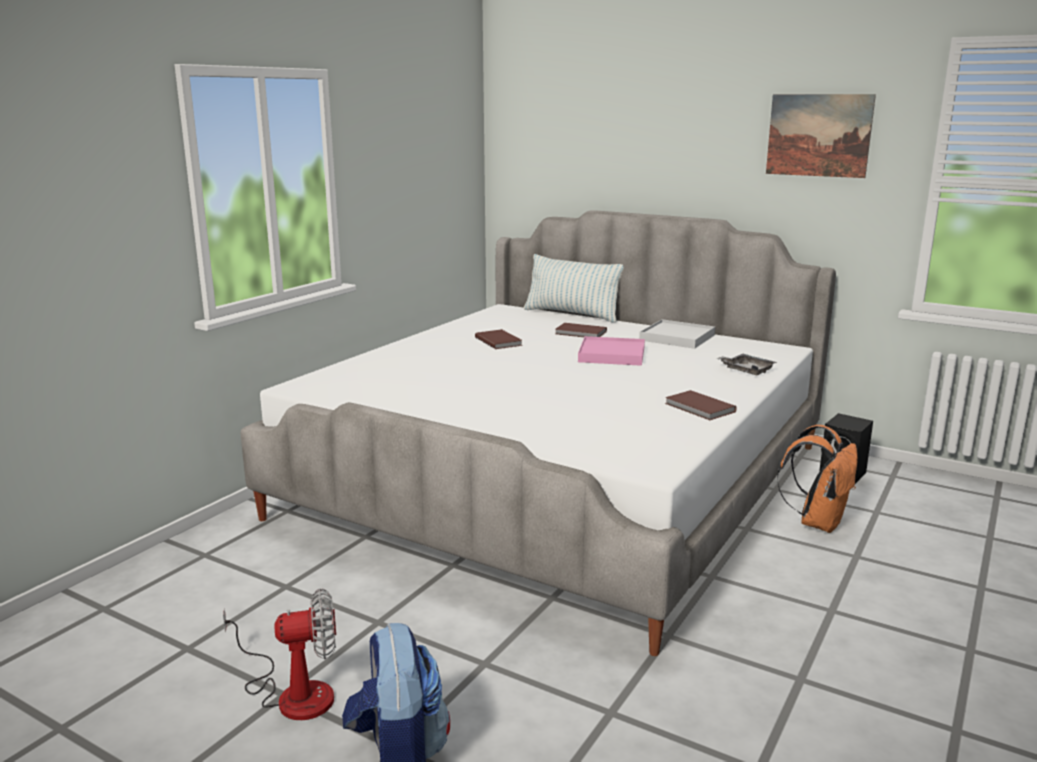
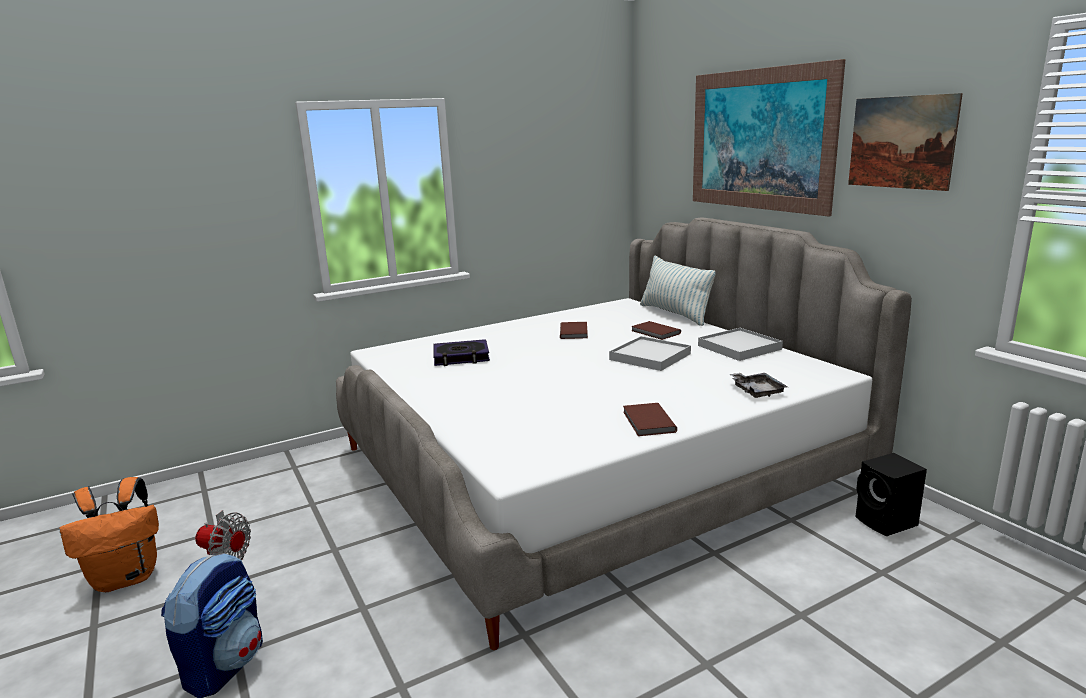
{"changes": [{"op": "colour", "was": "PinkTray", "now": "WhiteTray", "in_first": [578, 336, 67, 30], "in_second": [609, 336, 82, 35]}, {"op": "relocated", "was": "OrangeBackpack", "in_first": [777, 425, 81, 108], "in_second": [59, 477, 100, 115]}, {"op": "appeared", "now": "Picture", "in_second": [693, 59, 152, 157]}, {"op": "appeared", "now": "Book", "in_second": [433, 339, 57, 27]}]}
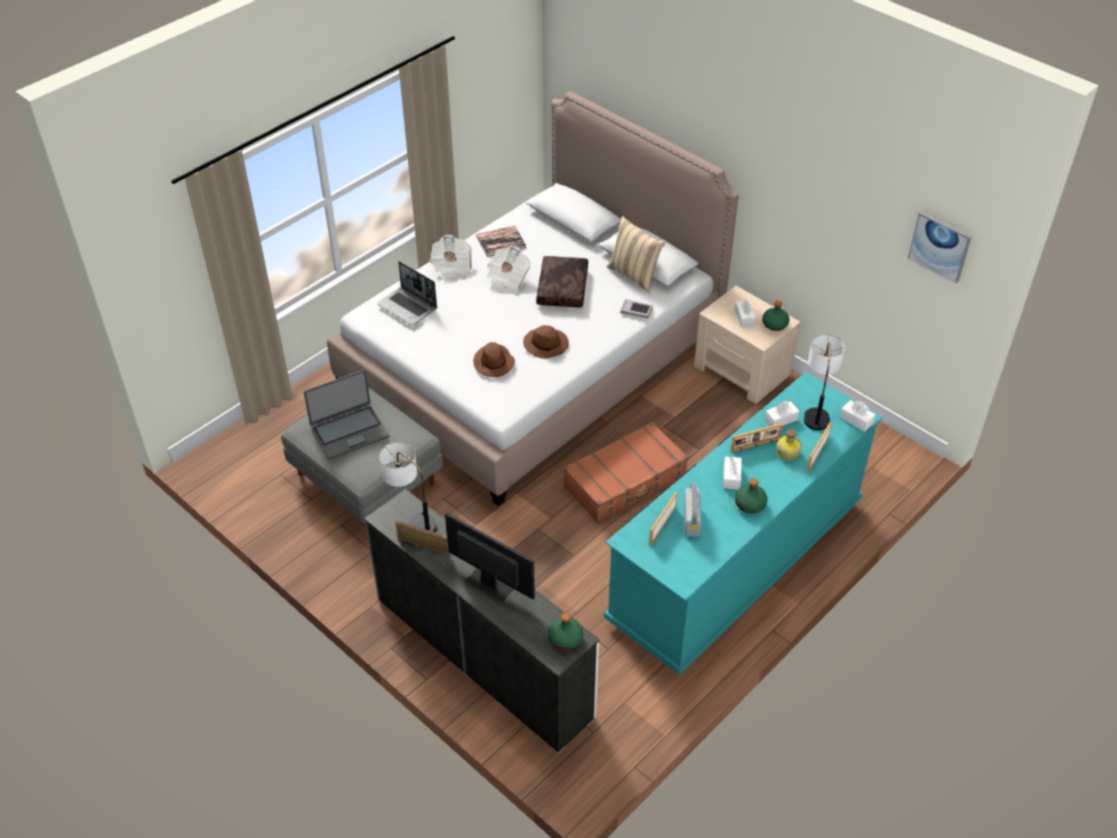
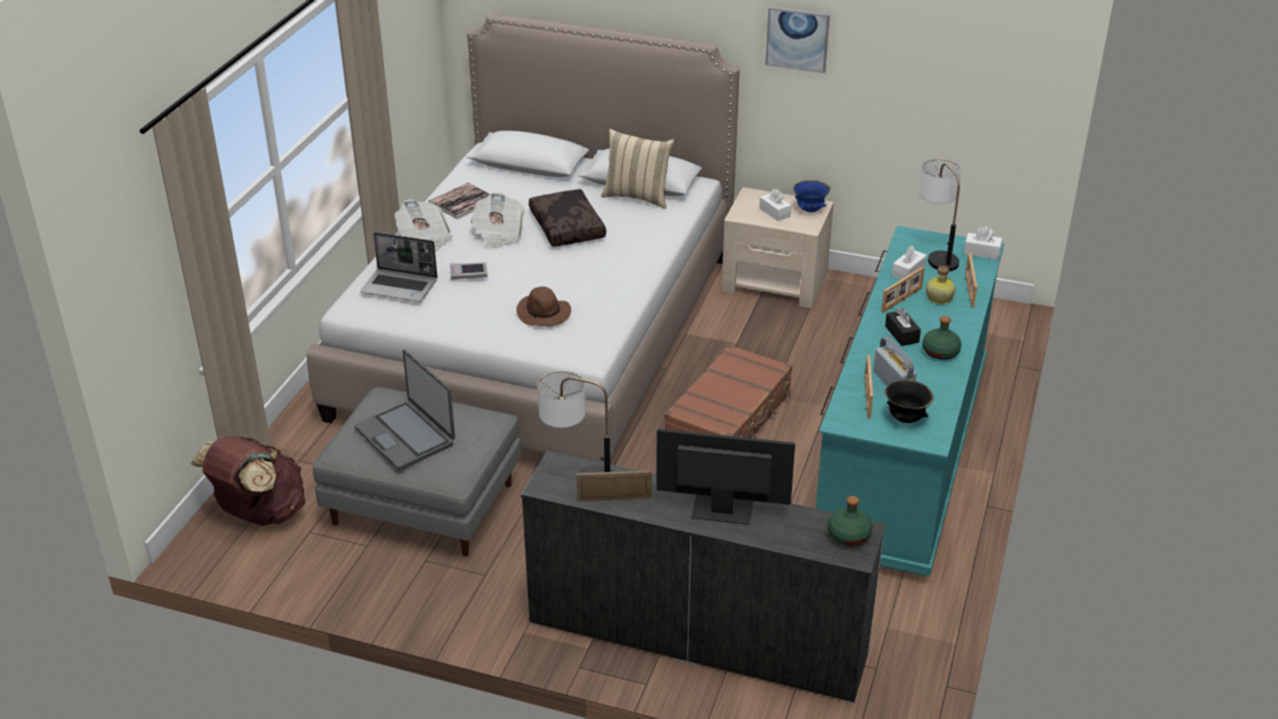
{"changes": [{"op": "relocated", "was": "Picture", "in_first": [908, 212, 64, 72], "in_second": [765, 6, 65, 67]}, {"op": "relocated", "was": "Book", "in_first": [620, 299, 33, 19], "in_second": [450, 262, 37, 18]}, {"op": "exchanged", "was": "GreenBottle", "now": "BlueBowl", "in_first": [762, 301, 28, 30], "in_second": [794, 180, 36, 32]}, {"op": "missing", "was": "BrownHat", "in_first": [523, 325, 46, 34]}, {"op": "spun", "was": "Laptop", "in_first": [304, 370, 85, 90], "in_second": [354, 349, 101, 121], "clockwise": 105}, {"op": "colour", "was": "WhiteTissueBox", "now": "BlackTissueBox", "in_first": [723, 456, 19, 33], "in_second": [885, 308, 36, 38]}, {"op": "appeared", "now": "BlackBowl", "in_second": [885, 380, 49, 43]}, {"op": "appeared", "now": "BrownBackpack", "in_second": [191, 436, 114, 90]}]}
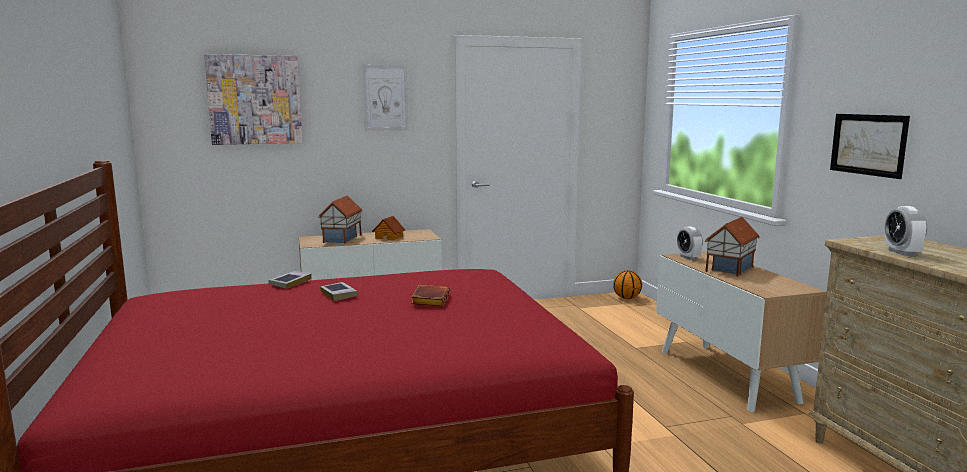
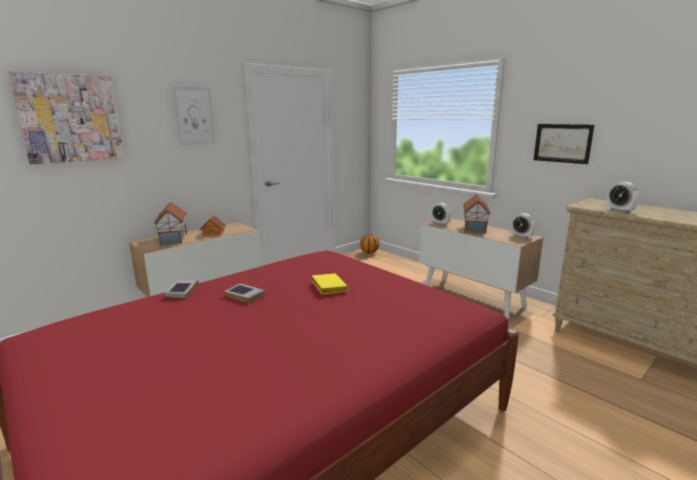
{"changes": [{"op": "colour", "was": "BrownBook", "now": "YellowBook", "in_first": [411, 285, 39, 22], "in_second": [312, 274, 36, 20]}, {"op": "appeared", "now": "AlarmClock", "in_second": [511, 213, 24, 26]}]}
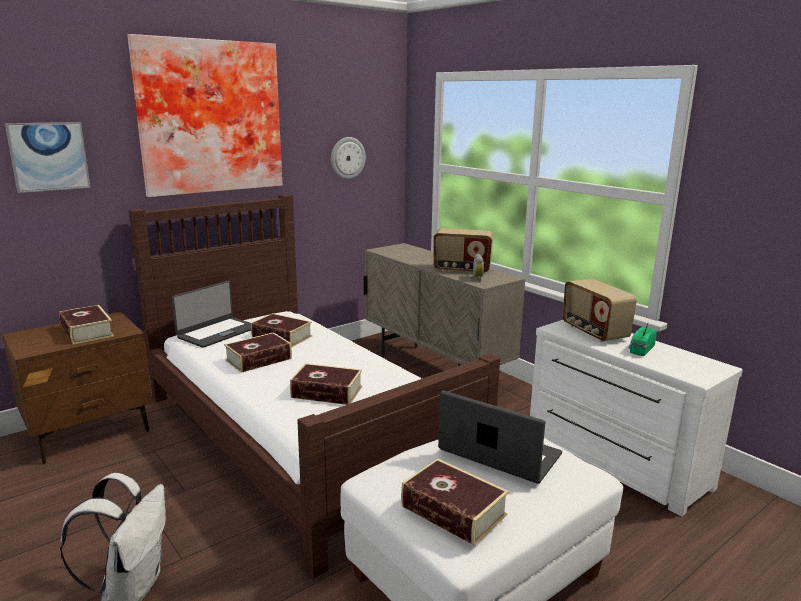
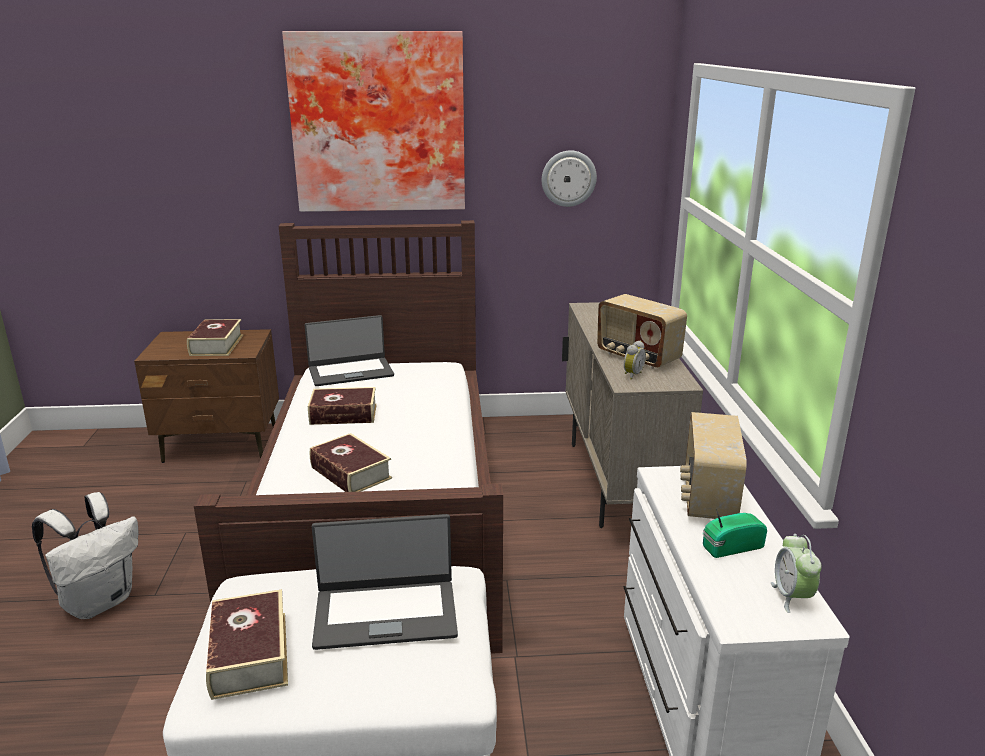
{"changes": [{"op": "missing", "was": "Picture", "in_first": [5, 122, 85, 71]}, {"op": "missing", "was": "Book", "in_first": [251, 313, 61, 34]}, {"op": "spun", "was": "Laptop", "in_first": [438, 390, 124, 94], "in_second": [312, 514, 146, 136], "clockwise": 105}, {"op": "appeared", "now": "AlarmClock", "in_second": [771, 534, 51, 79]}]}
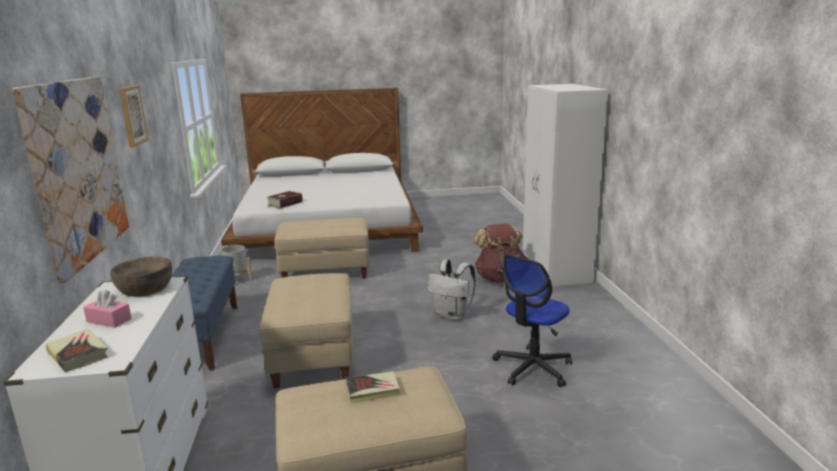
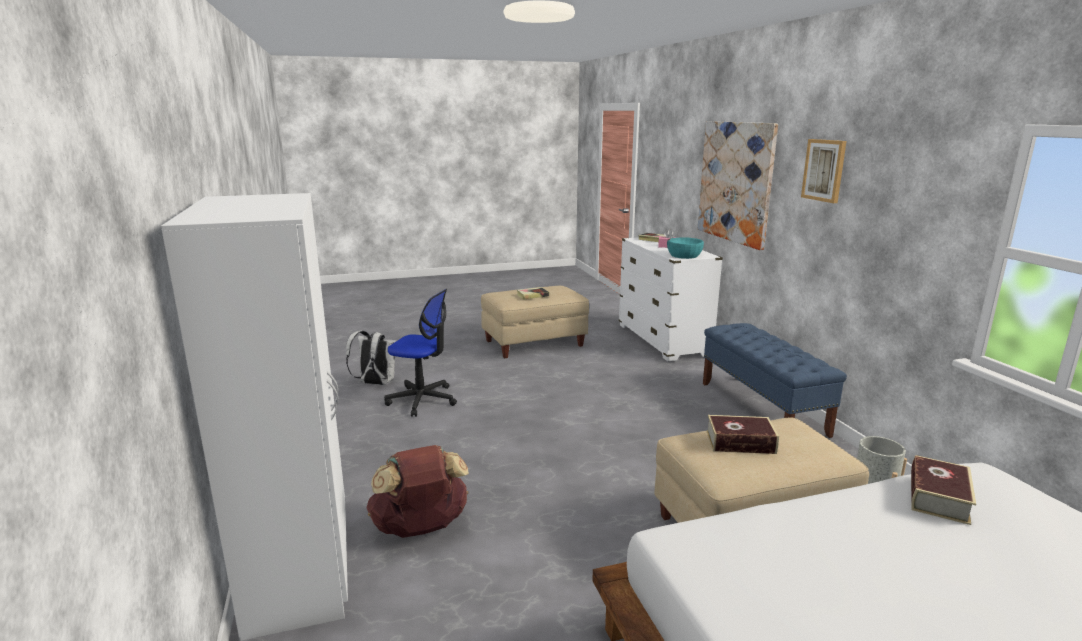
{"changes": [{"op": "spun", "was": "OfficeChair", "in_first": [492, 254, 80, 133], "in_second": [384, 289, 73, 128], "clockwise": 75}, {"op": "colour", "was": "BrownBowl", "now": "TurquoiseBowl", "in_first": [110, 257, 62, 40], "in_second": [667, 237, 37, 22]}, {"op": "relocated", "was": "WhiteBackpack", "in_first": [427, 259, 49, 61], "in_second": [346, 330, 51, 55]}, {"op": "missing", "was": "BeigeOttoman", "in_first": [260, 273, 93, 115]}, {"op": "appeared", "now": "Book", "in_second": [707, 415, 72, 39]}]}
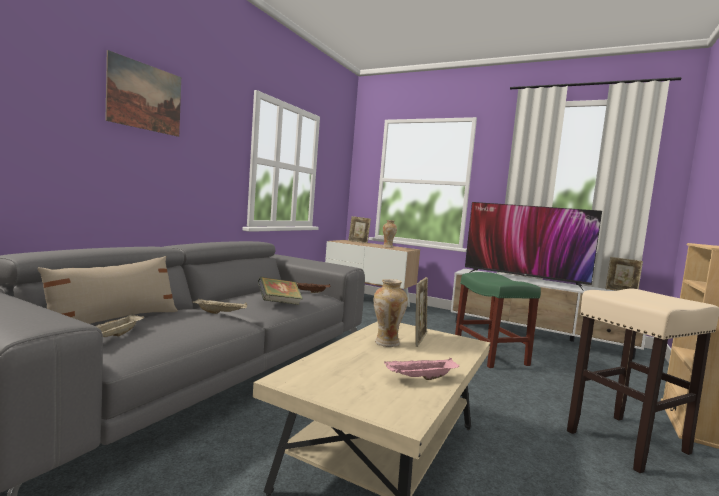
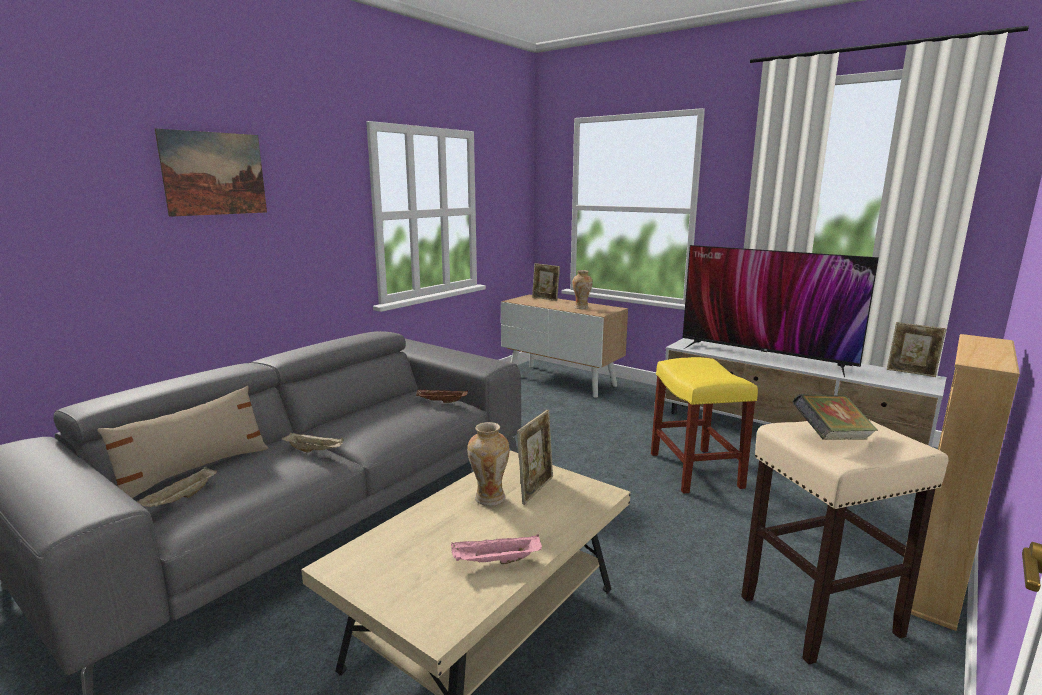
{"changes": [{"op": "colour", "was": "GreenStool", "now": "YellowStool", "in_first": [455, 272, 86, 96], "in_second": [651, 357, 107, 137]}, {"op": "relocated", "was": "Book", "in_first": [258, 277, 45, 28], "in_second": [793, 394, 85, 46]}]}
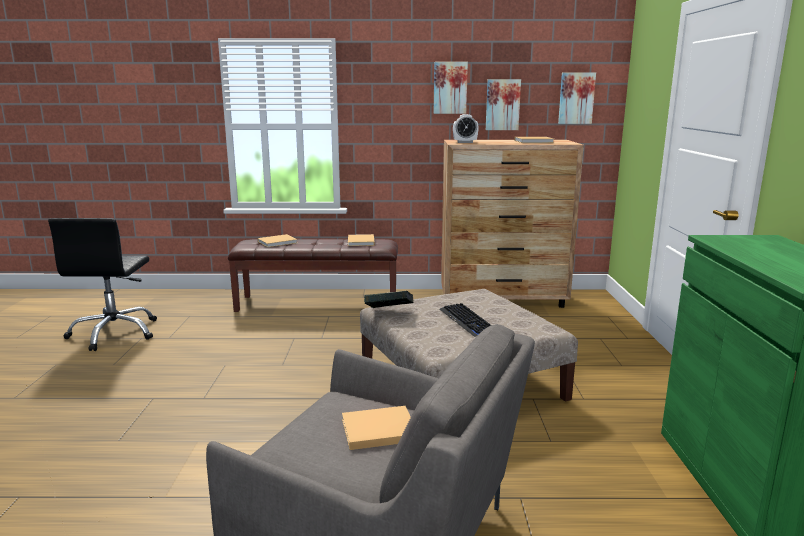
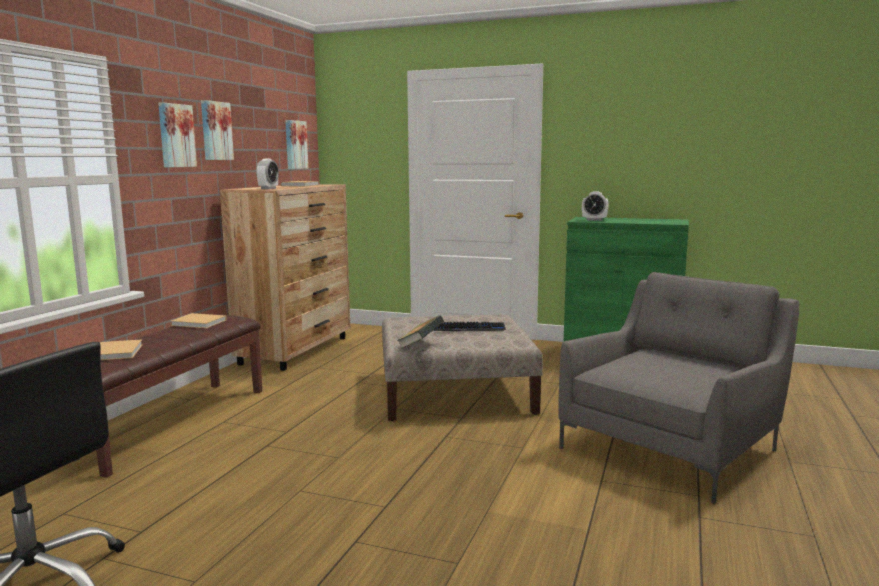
{"changes": [{"op": "relocated", "was": "Picture", "in_first": [486, 79, 35, 51], "in_second": [158, 102, 39, 65]}, {"op": "missing", "was": "BeigeBook", "in_first": [342, 406, 69, 44]}, {"op": "appeared", "now": "AlarmClock", "in_second": [582, 191, 27, 30]}]}
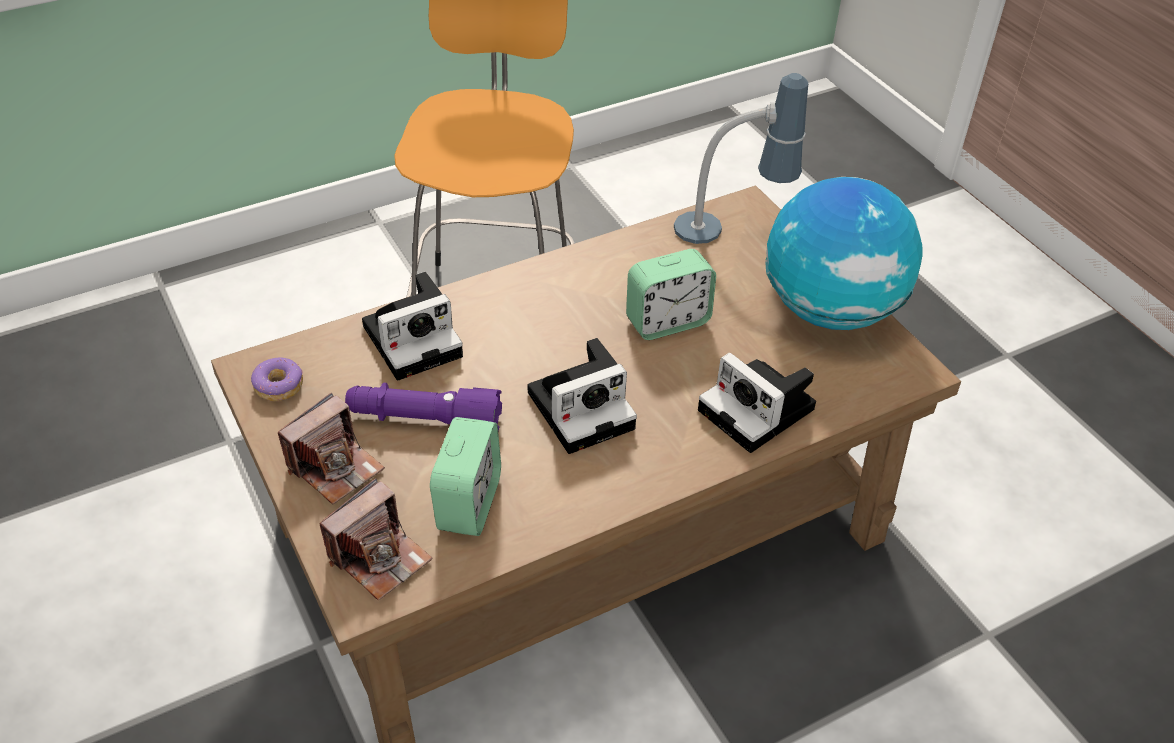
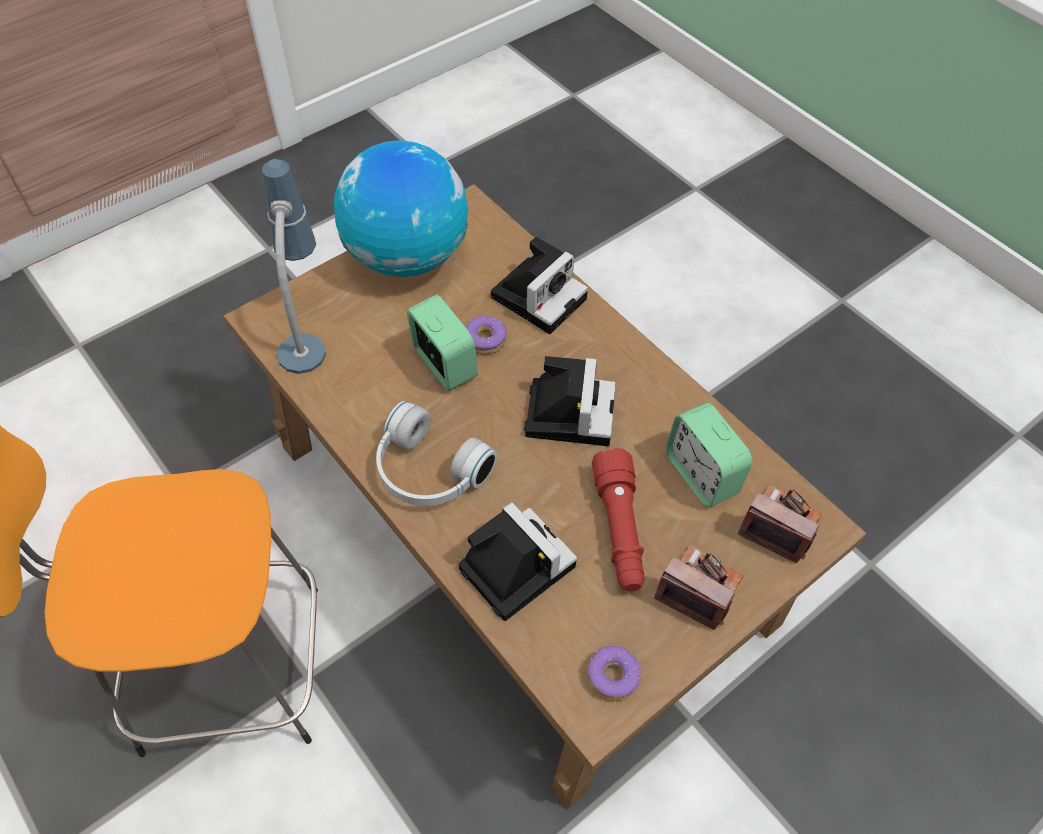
{"changes": [{"op": "spun", "was": "PhotoCamera", "in_first": [528, 338, 109, 116], "in_second": [524, 356, 92, 90], "clockwise": 45}, {"op": "colour", "was": "PurpleFlashlight", "now": "RedFlashlight", "in_first": [345, 383, 157, 48], "in_second": [592, 448, 53, 143]}, {"op": "spun", "was": "AlarmClock", "in_first": [430, 417, 71, 119], "in_second": [666, 403, 87, 104], "clockwise": -120}, {"op": "appeared", "now": "Donut", "in_second": [465, 315, 41, 39]}, {"op": "appeared", "now": "WhiteHeadphones", "in_second": [376, 401, 121, 105]}]}
